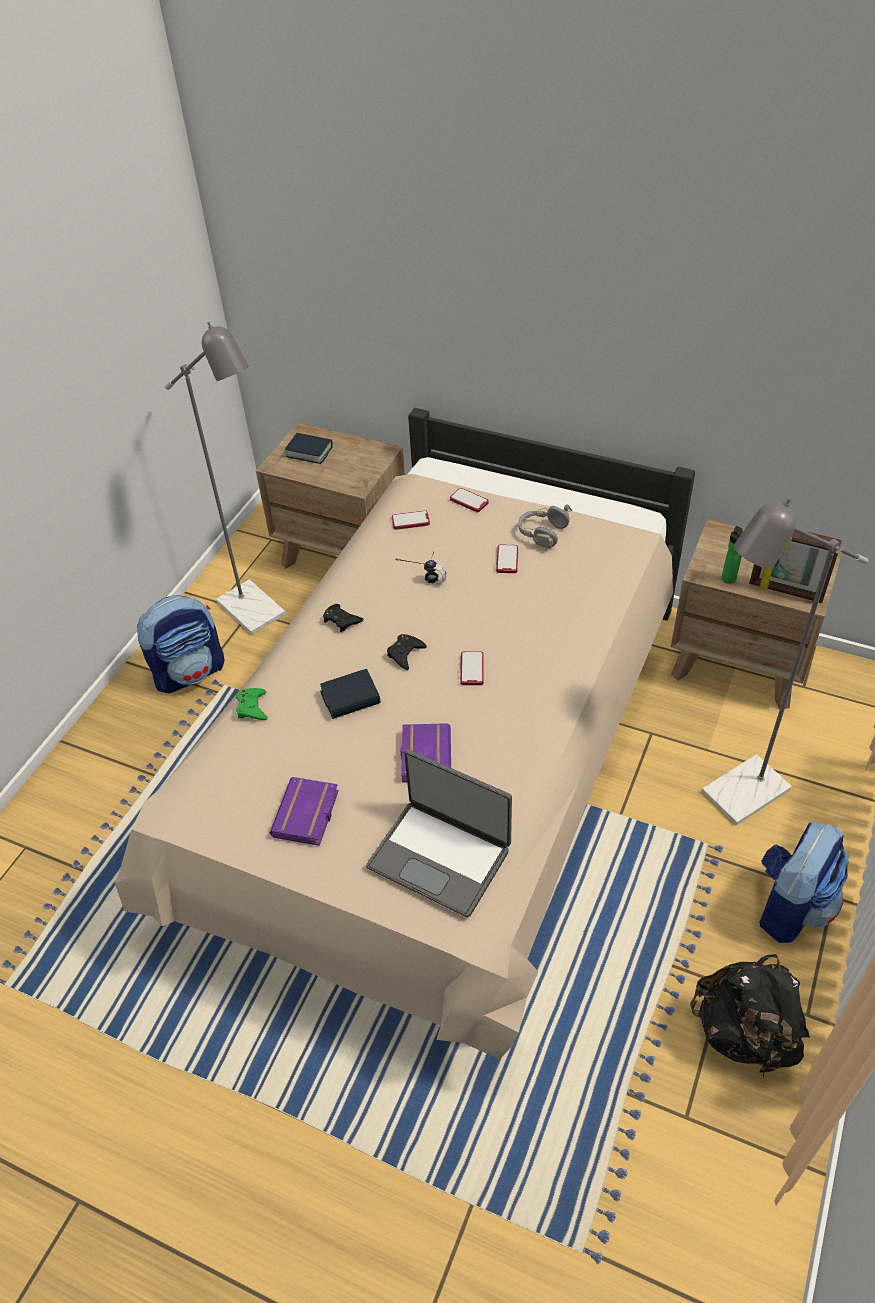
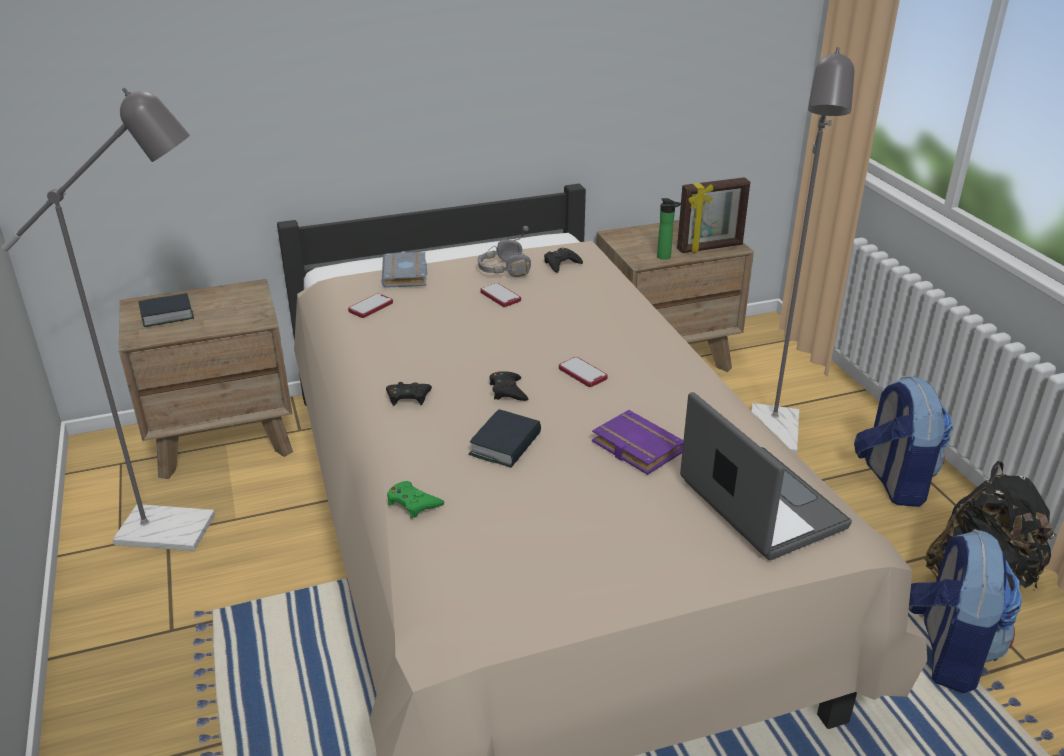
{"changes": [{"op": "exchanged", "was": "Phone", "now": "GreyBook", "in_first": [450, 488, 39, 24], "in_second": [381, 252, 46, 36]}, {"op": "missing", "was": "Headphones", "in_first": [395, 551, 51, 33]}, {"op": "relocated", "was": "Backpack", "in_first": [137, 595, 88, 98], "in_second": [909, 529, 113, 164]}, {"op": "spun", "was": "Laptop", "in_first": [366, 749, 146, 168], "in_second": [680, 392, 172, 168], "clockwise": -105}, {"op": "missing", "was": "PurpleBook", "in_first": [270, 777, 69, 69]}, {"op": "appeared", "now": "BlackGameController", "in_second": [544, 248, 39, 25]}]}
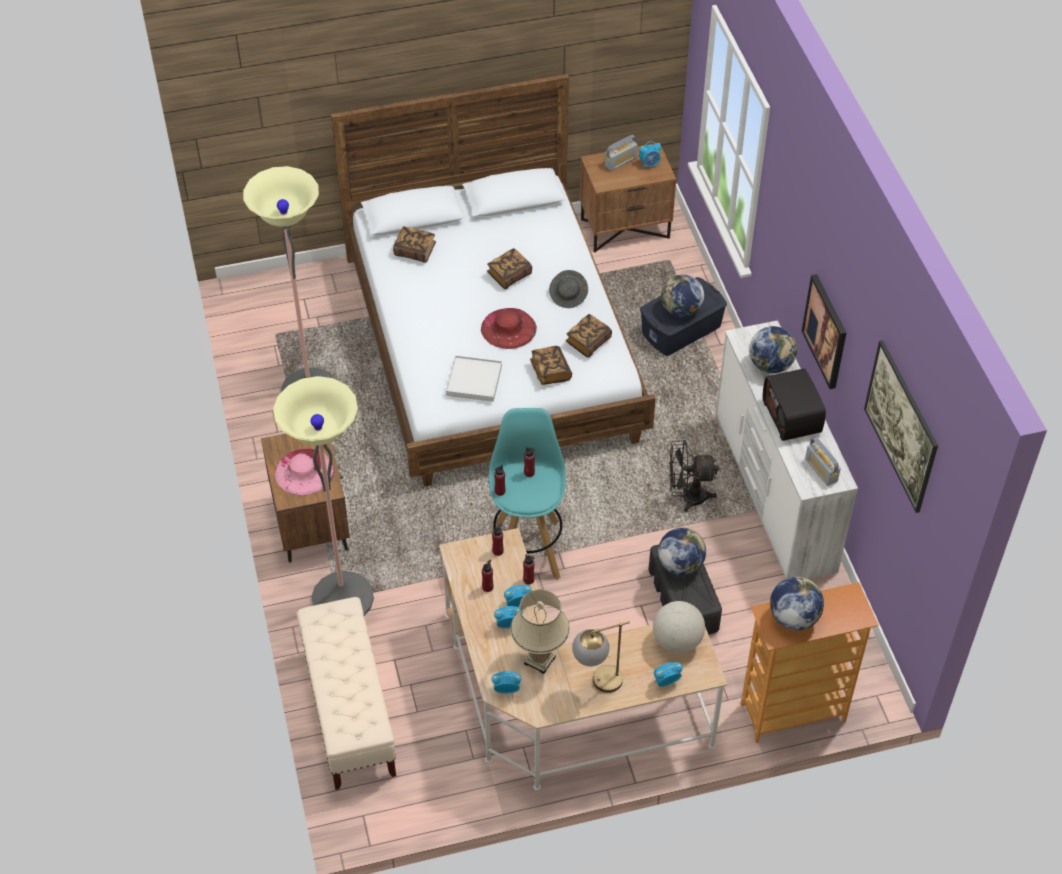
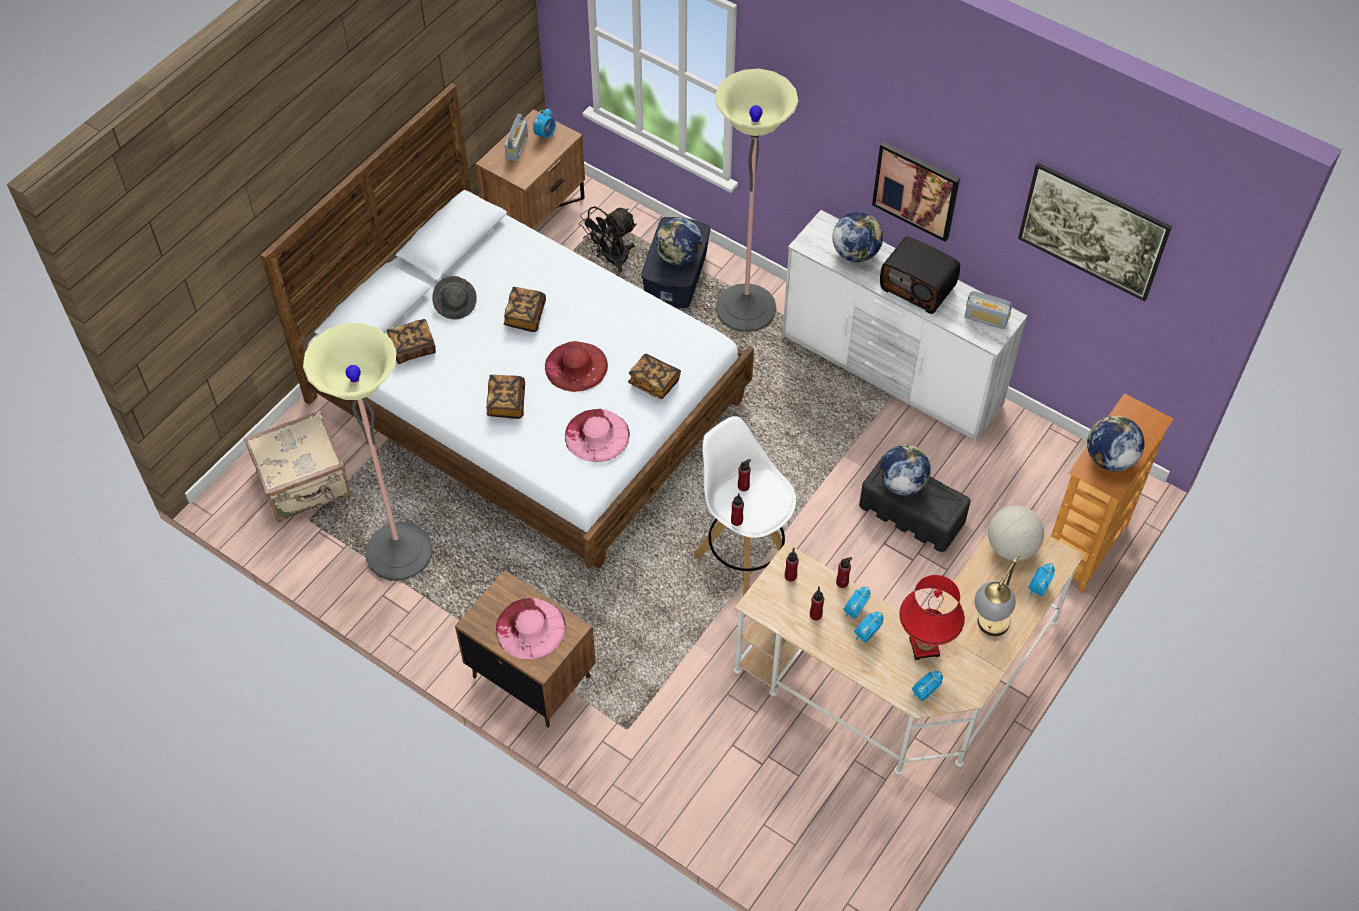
{"changes": [{"op": "relocated", "was": "GreyHat", "in_first": [549, 270, 39, 38], "in_second": [432, 276, 45, 44]}, {"op": "relocated", "was": "Book", "in_first": [566, 314, 46, 44], "in_second": [486, 375, 39, 44]}, {"op": "exchanged", "was": "WhiteTray", "now": "PinkHat", "in_first": [446, 355, 56, 47], "in_second": [565, 409, 65, 53]}, {"op": "relocated", "was": "FloorLamp", "in_first": [273, 376, 101, 240], "in_second": [715, 69, 83, 263]}, {"op": "colour", "was": "TurquoiseStool", "now": "WhiteStool", "in_first": [489, 408, 77, 172], "in_second": [694, 416, 102, 180]}, {"op": "relocated", "was": "BlackFan", "in_first": [669, 440, 50, 72], "in_second": [579, 207, 58, 66]}, {"op": "colour", "was": "BeigeTableLamp", "now": "RedTableLamp", "in_first": [510, 589, 60, 85], "in_second": [899, 575, 66, 85]}, {"op": "missing", "was": "BeigeBench", "in_first": [297, 597, 99, 193]}, {"op": "appeared", "now": "BeigeSuitcase", "in_second": [244, 410, 108, 112]}]}
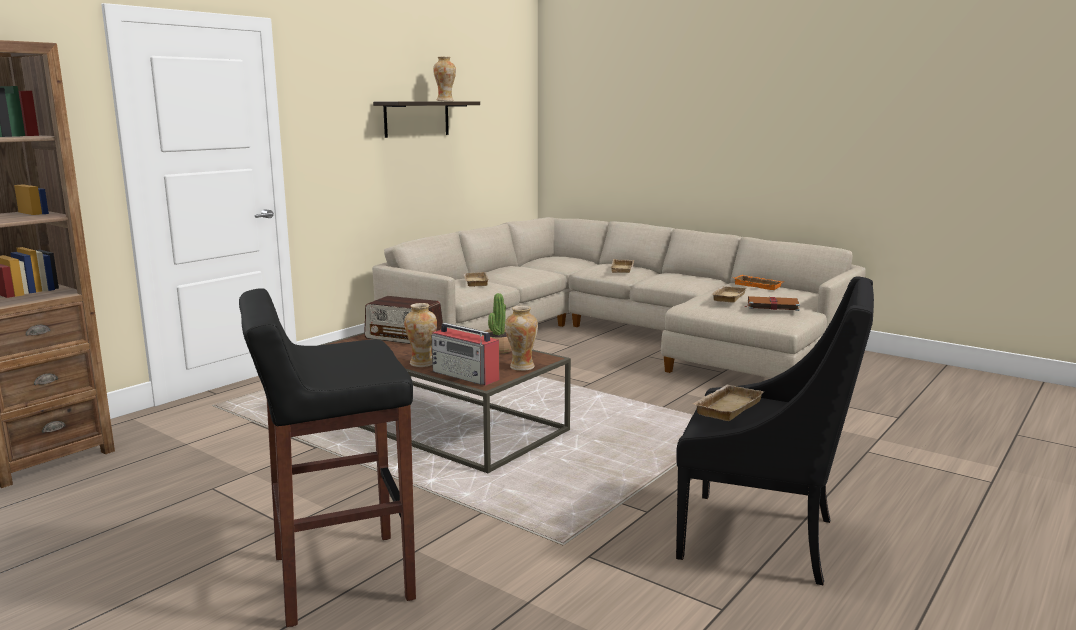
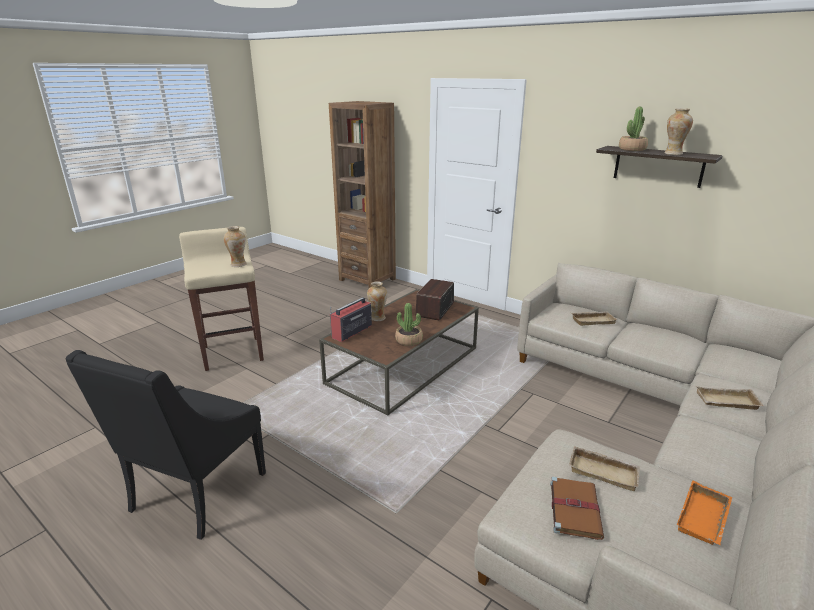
{"changes": [{"op": "colour", "was": "BlackStool", "now": "BeigeStool", "in_first": [239, 288, 177, 339], "in_second": [179, 227, 85, 144]}, {"op": "relocated", "was": "Vase", "in_first": [505, 306, 33, 65], "in_second": [224, 226, 23, 41]}, {"op": "missing", "was": "BeigeTray", "in_first": [693, 385, 71, 36]}, {"op": "appeared", "now": "PottedPlant", "in_second": [619, 107, 29, 44]}]}
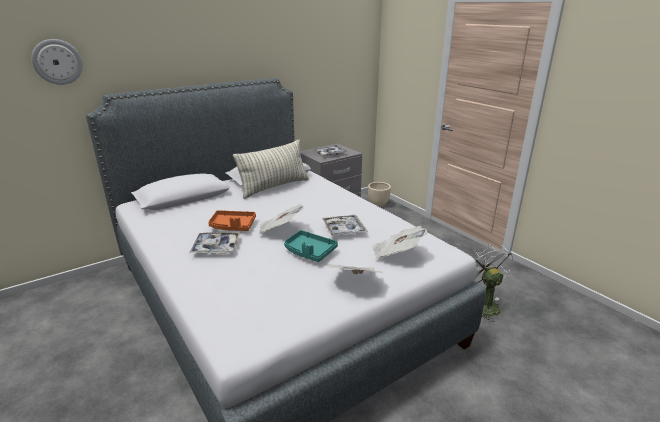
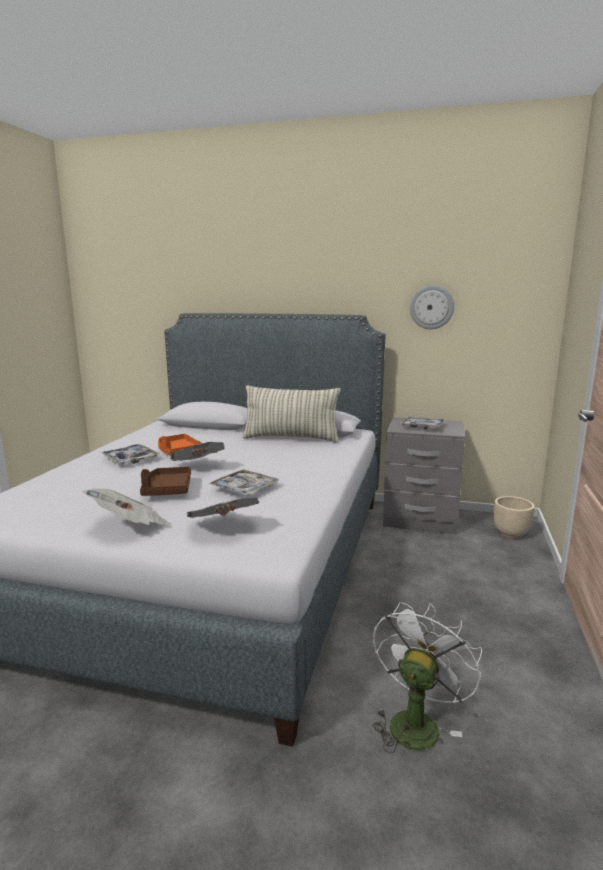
{"changes": [{"op": "relocated", "was": "WallClock", "in_first": [31, 39, 52, 46], "in_second": [410, 285, 44, 44]}, {"op": "colour", "was": "TurquoiseTray", "now": "BrownTray", "in_first": [284, 230, 54, 32], "in_second": [140, 467, 51, 29]}]}
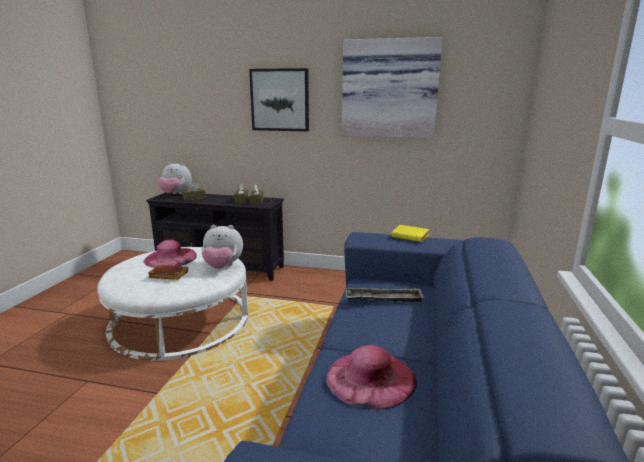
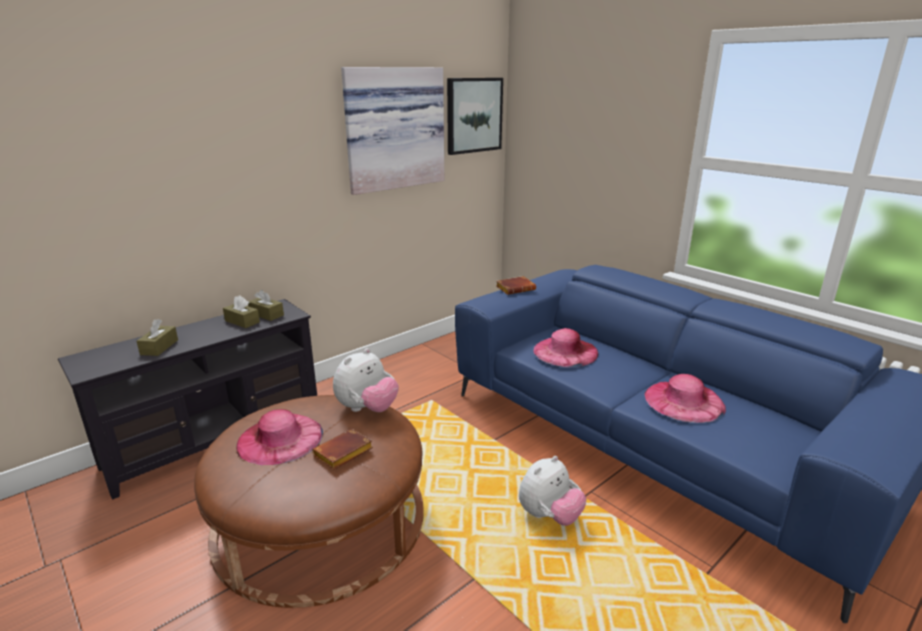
{"changes": [{"op": "relocated", "was": "Picture", "in_first": [249, 68, 60, 64], "in_second": [447, 78, 56, 77]}, {"op": "relocated", "was": "PlushToy", "in_first": [158, 162, 34, 32], "in_second": [519, 456, 68, 70]}, {"op": "colour", "was": "YellowBook", "now": "BrownBook", "in_first": [391, 225, 38, 17], "in_second": [496, 276, 40, 19]}, {"op": "colour", "was": "WhiteOttoman", "now": "BrownOttoman", "in_first": [97, 247, 151, 114], "in_second": [194, 395, 230, 213]}, {"op": "exchanged", "was": "Tray", "now": "PinkHat", "in_first": [345, 288, 79, 14], "in_second": [533, 328, 65, 39]}]}
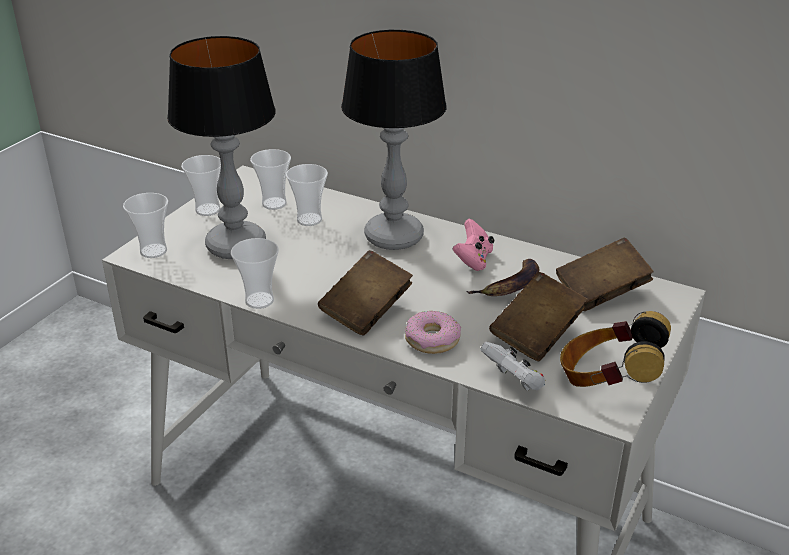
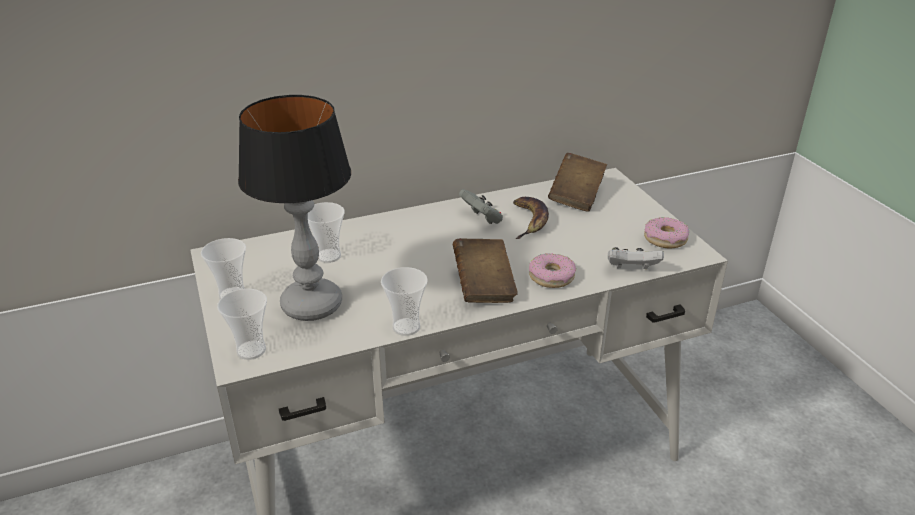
{"changes": [{"op": "missing", "was": "TableLamp", "in_first": [341, 30, 106, 220]}, {"op": "missing", "was": "Cup", "in_first": [250, 149, 41, 61]}, {"op": "colour", "was": "PinkGameController", "now": "GreyGameController", "in_first": [453, 219, 42, 52], "in_second": [459, 189, 44, 35]}, {"op": "missing", "was": "BrownBook", "in_first": [489, 272, 99, 89]}, {"op": "exchanged", "was": "Headphones", "now": "Donut", "in_first": [560, 311, 111, 76], "in_second": [644, 217, 45, 31]}]}
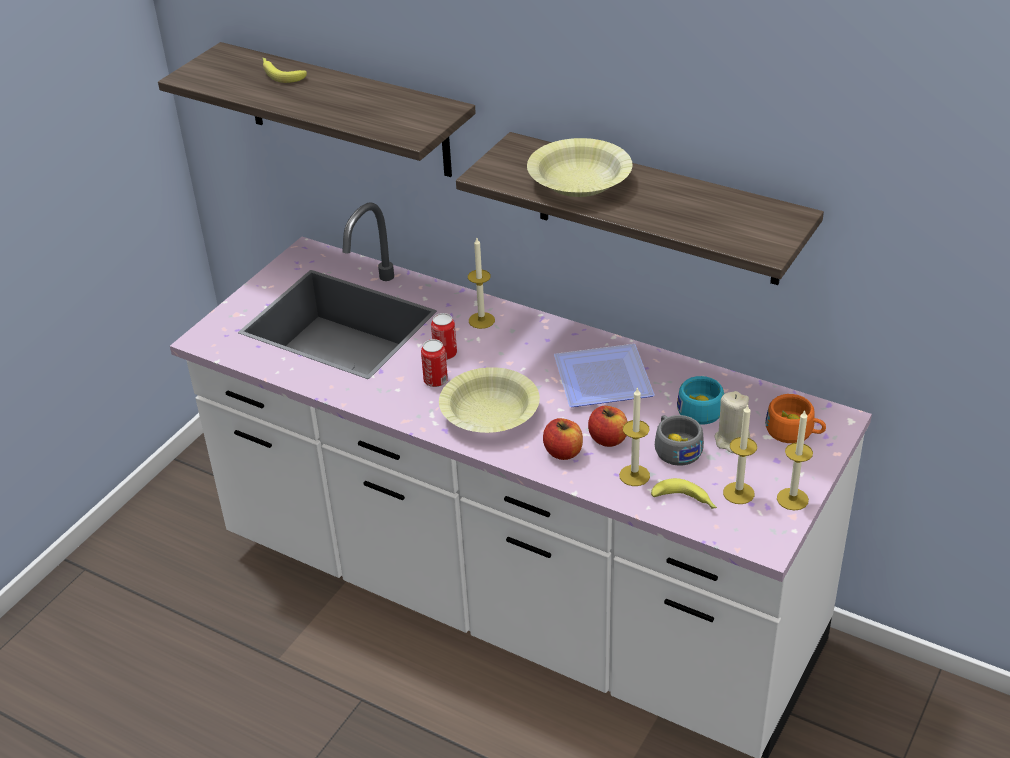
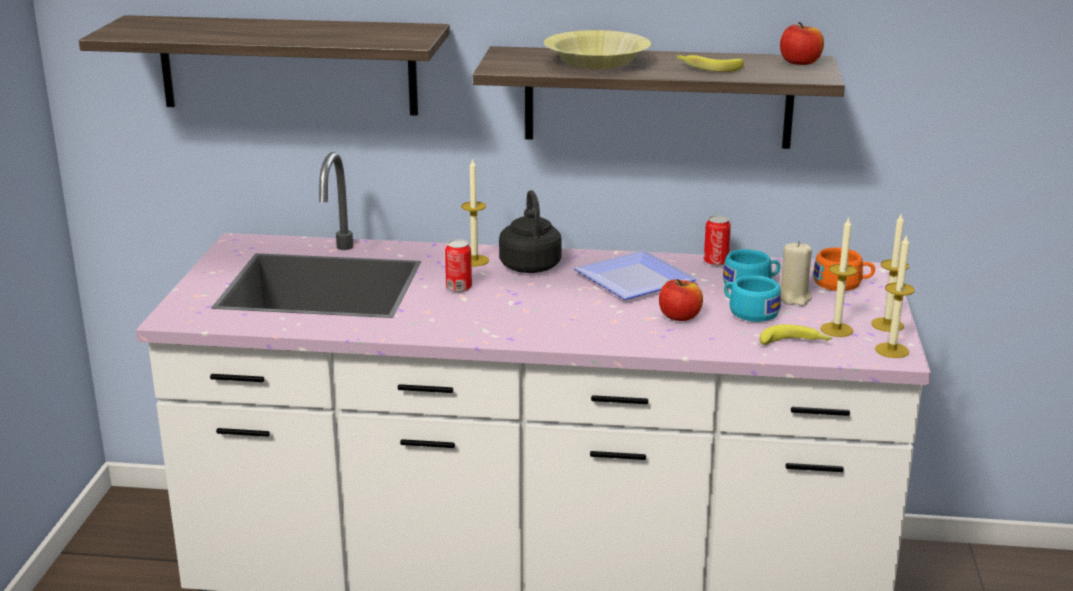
{"changes": [{"op": "relocated", "was": "Banana", "in_first": [262, 58, 45, 25], "in_second": [676, 55, 68, 17]}, {"op": "relocated", "was": "Can", "in_first": [421, 339, 27, 48], "in_second": [704, 215, 27, 51]}, {"op": "missing", "was": "YellowBowl", "in_first": [439, 367, 101, 66]}, {"op": "relocated", "was": "Candle", "in_first": [619, 387, 31, 99], "in_second": [875, 234, 40, 124]}, {"op": "colour", "was": "GreyCup", "now": "TurquoiseCup", "in_first": [655, 415, 49, 51], "in_second": [724, 275, 57, 47]}, {"op": "relocated", "was": "Apple", "in_first": [543, 418, 40, 42], "in_second": [780, 22, 44, 43]}, {"op": "appeared", "now": "BlackKettle", "in_second": [499, 190, 63, 83]}]}
